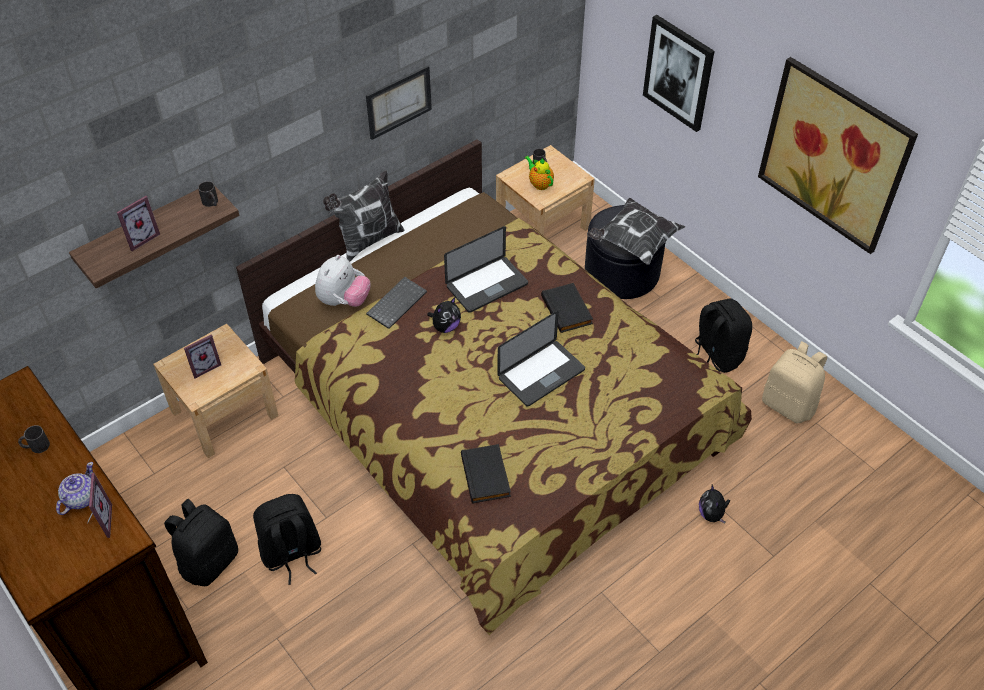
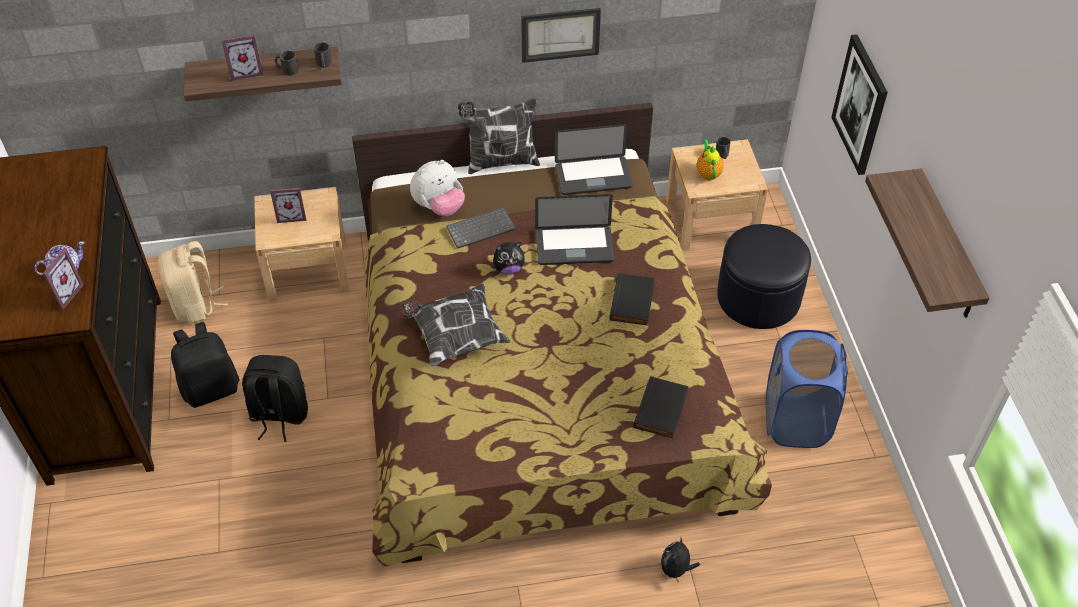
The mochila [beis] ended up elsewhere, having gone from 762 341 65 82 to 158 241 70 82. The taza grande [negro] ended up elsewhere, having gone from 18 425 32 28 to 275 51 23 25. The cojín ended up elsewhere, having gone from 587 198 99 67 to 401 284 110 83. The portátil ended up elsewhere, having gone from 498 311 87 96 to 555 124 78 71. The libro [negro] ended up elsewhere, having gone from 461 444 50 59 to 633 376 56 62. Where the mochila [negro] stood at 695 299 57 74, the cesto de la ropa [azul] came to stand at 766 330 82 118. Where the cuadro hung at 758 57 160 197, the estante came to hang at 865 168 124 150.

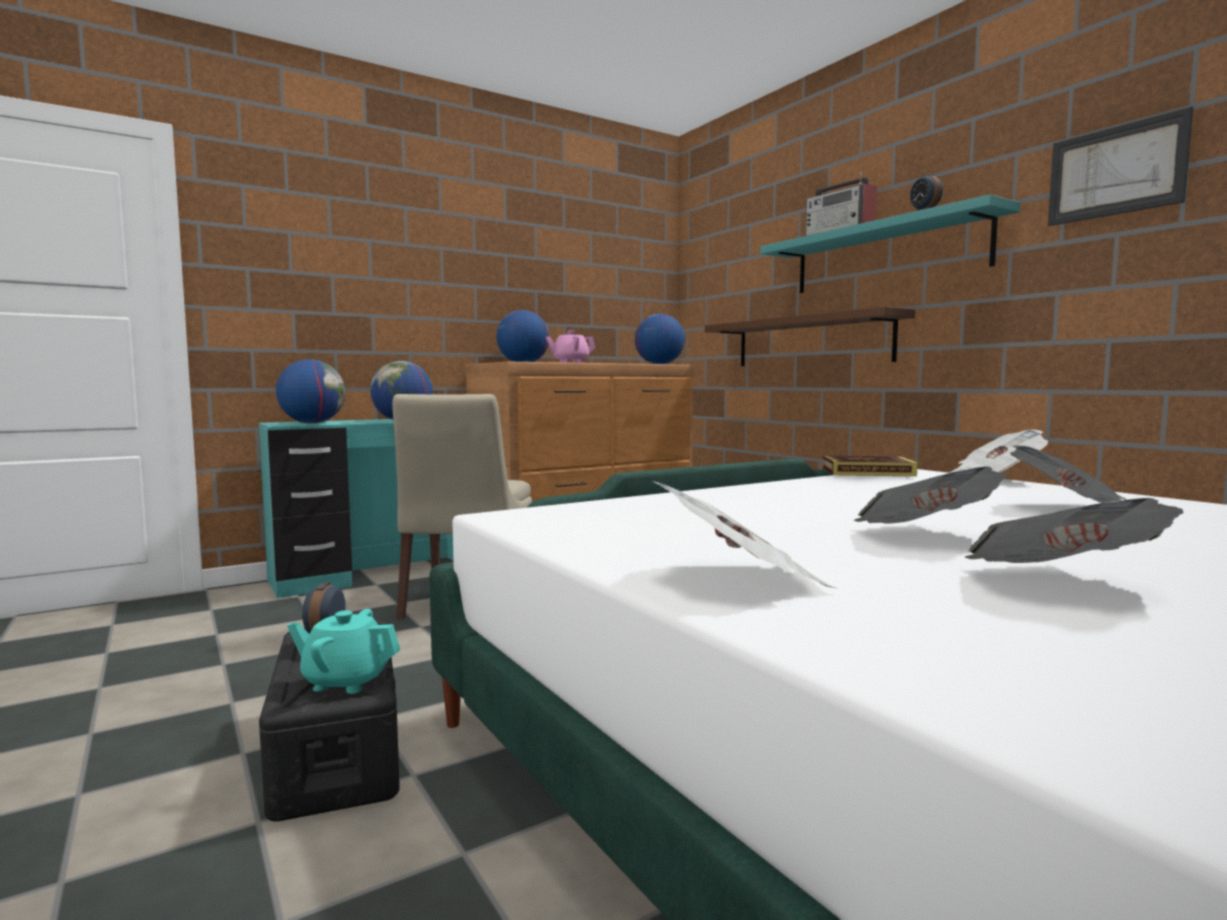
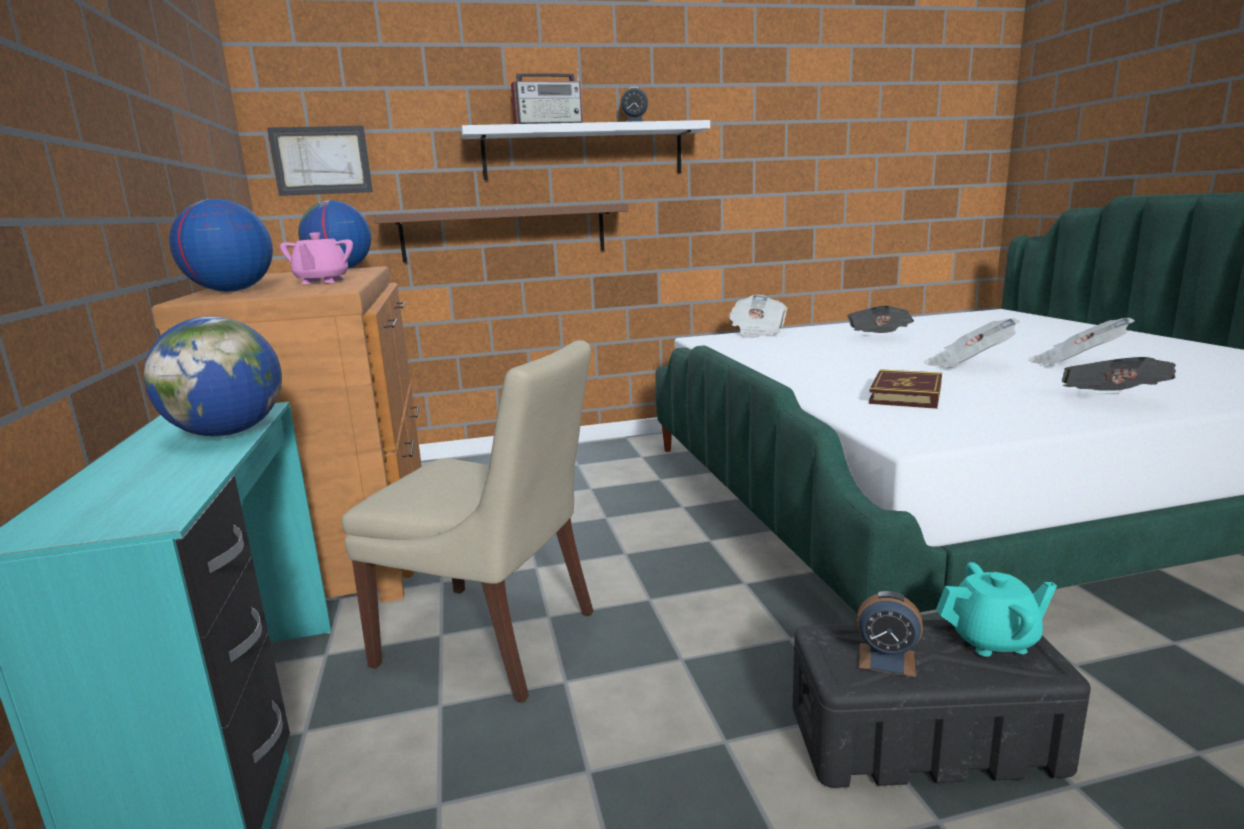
The cuadro ended up elsewhere, having gone from 1048 107 145 119 to 267 126 106 70. What was the estante [turquesa] at 760 194 260 99 turned into the estante [blanco] at 461 120 249 60. The libro ended up elsewhere, having gone from 823 456 95 20 to 869 369 73 40. The tetera [turquesa] at 287 609 113 85 ended up facing another way, 120 degrees counterclockwise from before. The second view lost the globo terráqueo at 276 359 69 65.

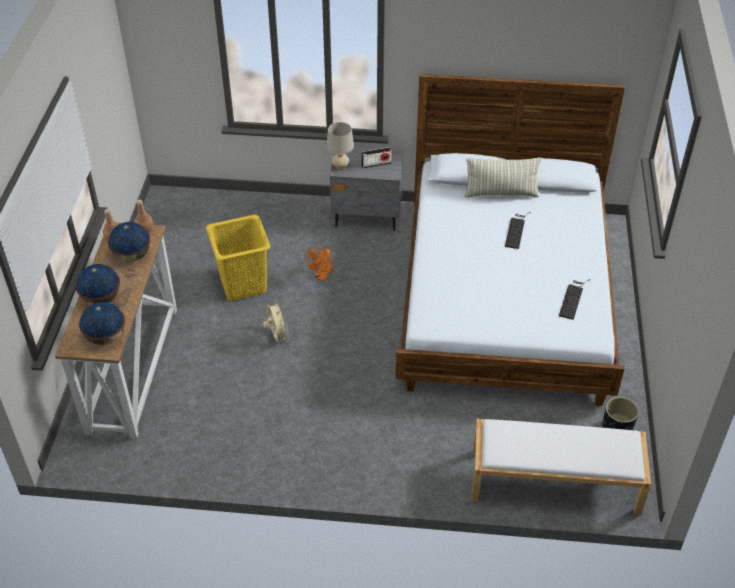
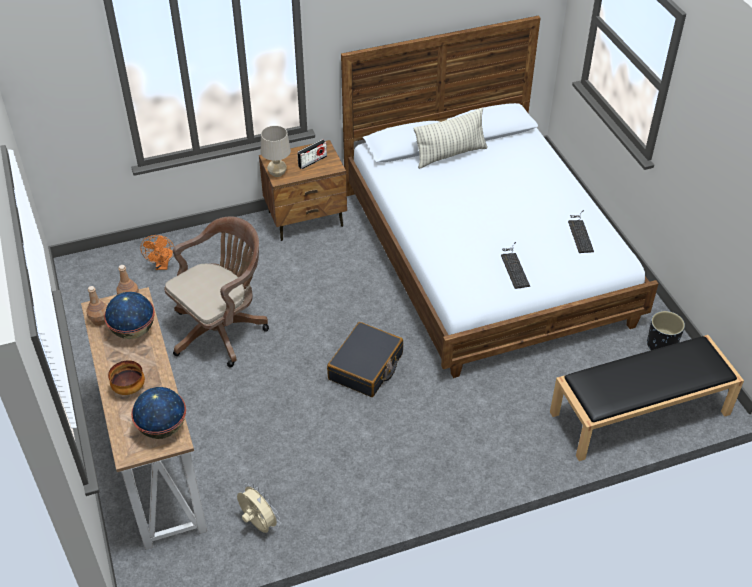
Where the globo terráqueo stood at 76 264 44 40, the cuenco came to stand at 108 360 37 35. The ventilador [naranja] ended up elsewhere, having gone from 305 247 29 34 to 141 235 33 35. Where the cesto de la ropa [amarillo] stood at 206 215 64 86, the silla de oficina [marrón] came to stand at 164 216 105 151. The ventilador [beis] ended up elsewhere, having gone from 263 301 26 41 to 237 483 44 50. What was the mesita de noche [gris] at 330 147 74 84 turned into the mesita de noche [marrón] at 259 140 88 101. The second view gained the maleta [negro] at 327 322 76 75. The teclado ended up elsewhere, having gone from 505 212 26 37 to 501 242 29 47. What was the banco [blanco] at 471 419 180 96 turned into the banco [negro] at 550 335 194 126.

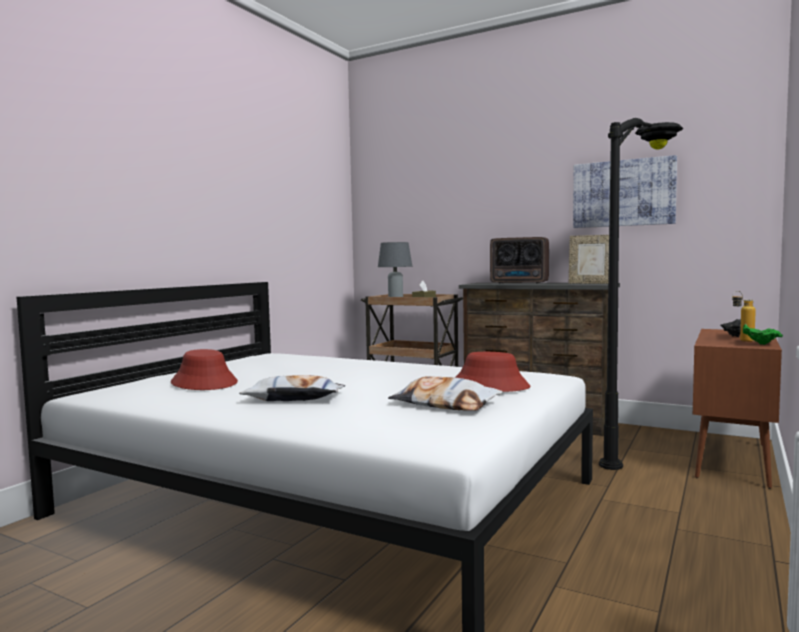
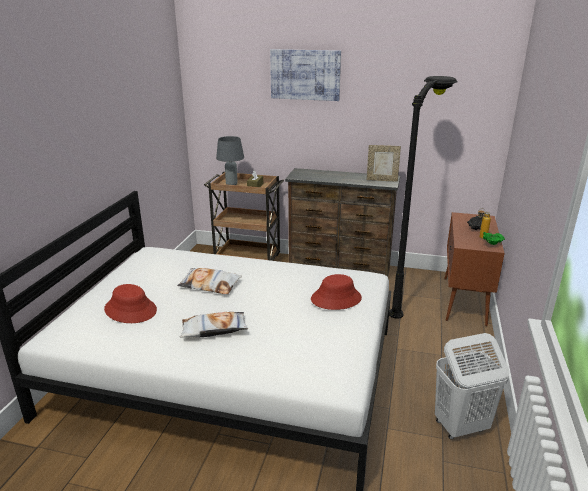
The cojín ended up elsewhere, having gone from 388 376 115 35 to 177 268 65 26. The cuadro ended up elsewhere, having gone from 573 155 104 73 to 270 49 71 52. The second view gained the cesto de la ropa [blanco] at 435 333 74 106. The second view lost the radio at 490 237 59 47.

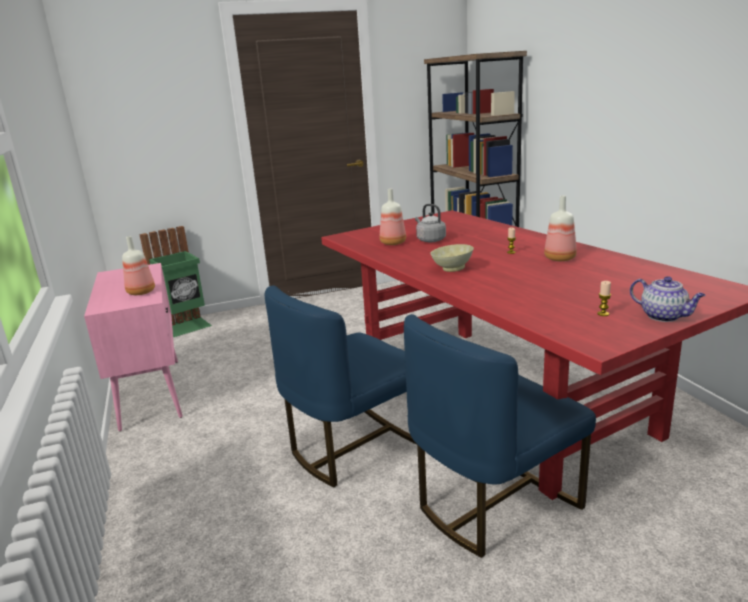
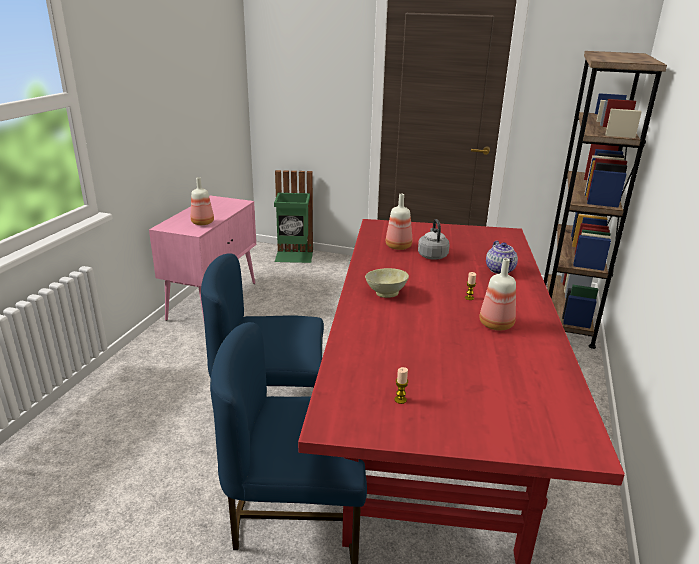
The tetera ended up elsewhere, having gone from 630 276 76 46 to 486 241 32 33.

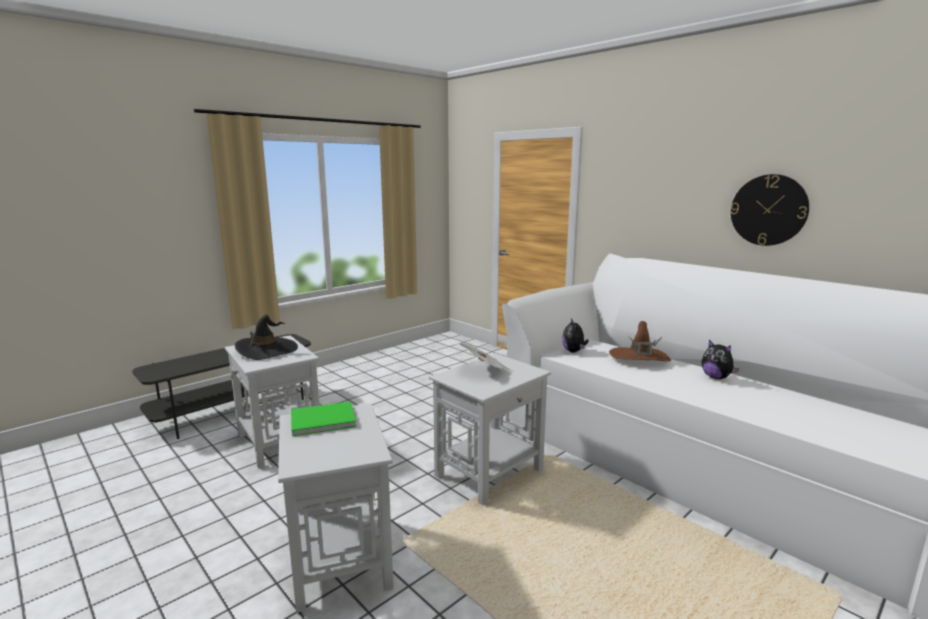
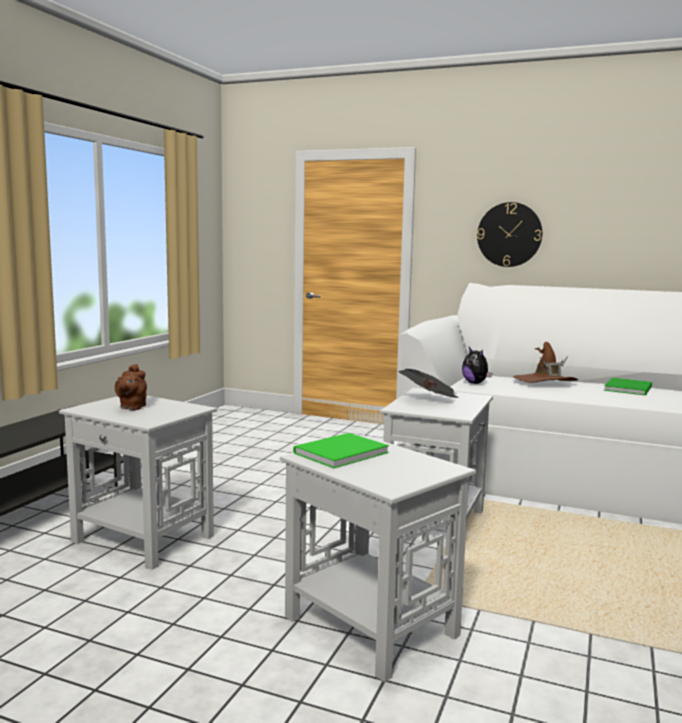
Where the sombrero [negro] stood at 235 314 63 46, the tetera [marrón] came to stand at 115 364 32 46. The reloj de pared ended up elsewhere, having gone from 730 174 79 72 to 477 202 65 65. Where the peluche stood at 701 340 38 39, the libro [verde] came to stand at 604 378 48 17.

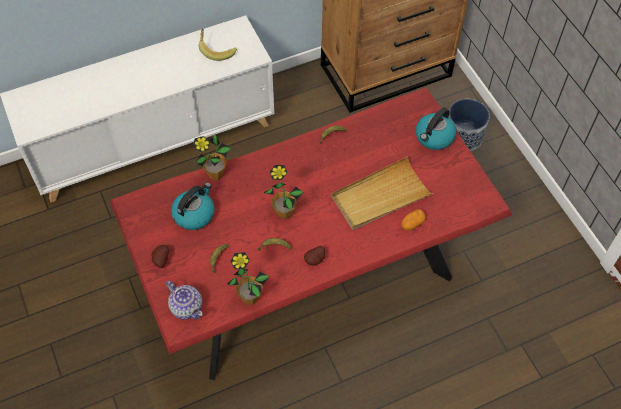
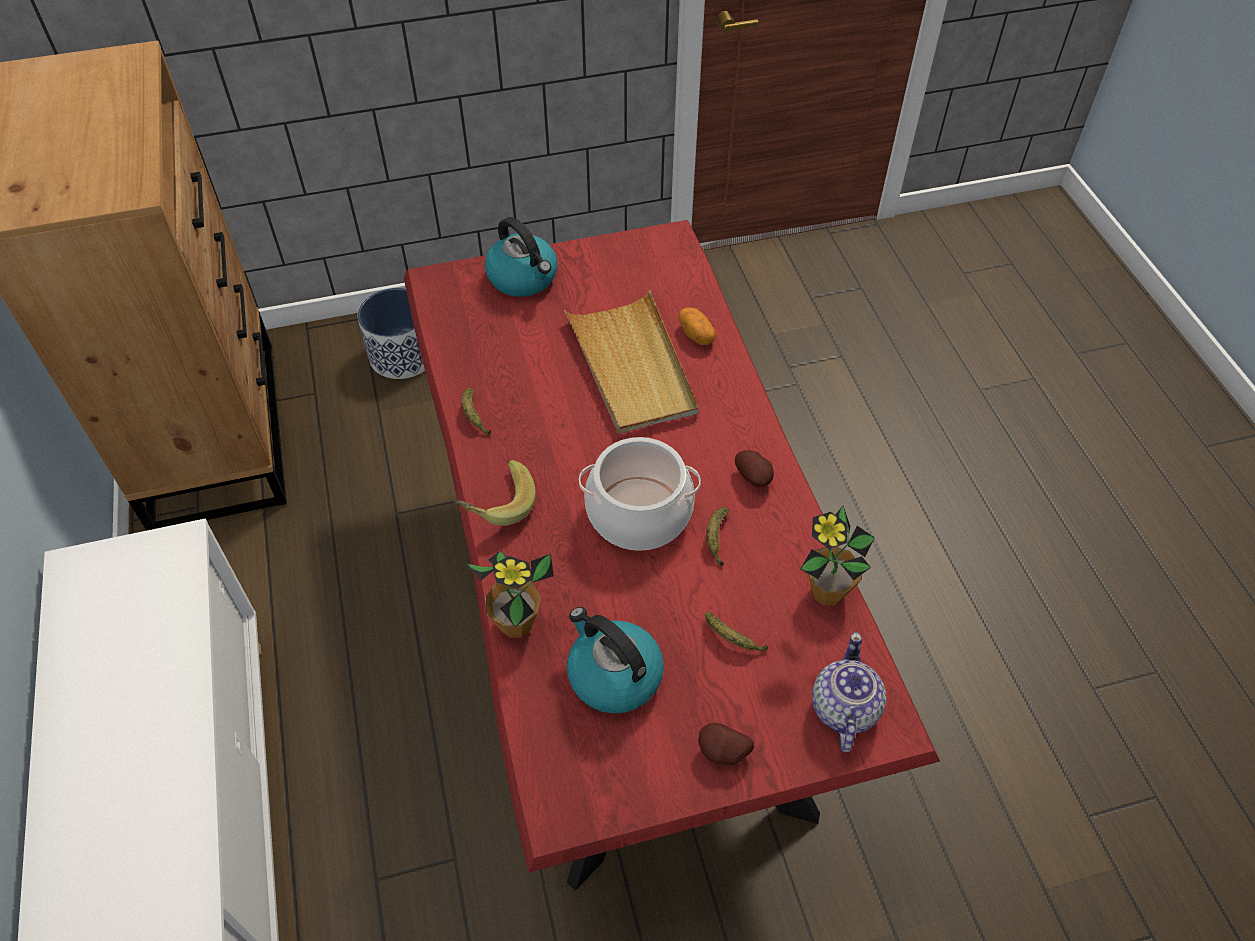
The plátano ended up elsewhere, having gone from 199 28 38 33 to 455 460 80 66. Where the planta en maceta stood at 264 165 39 54, the olla came to stand at 579 437 122 114. The tetera at 166 281 37 39 ended up facing another way, 45 degrees counterclockwise from before.

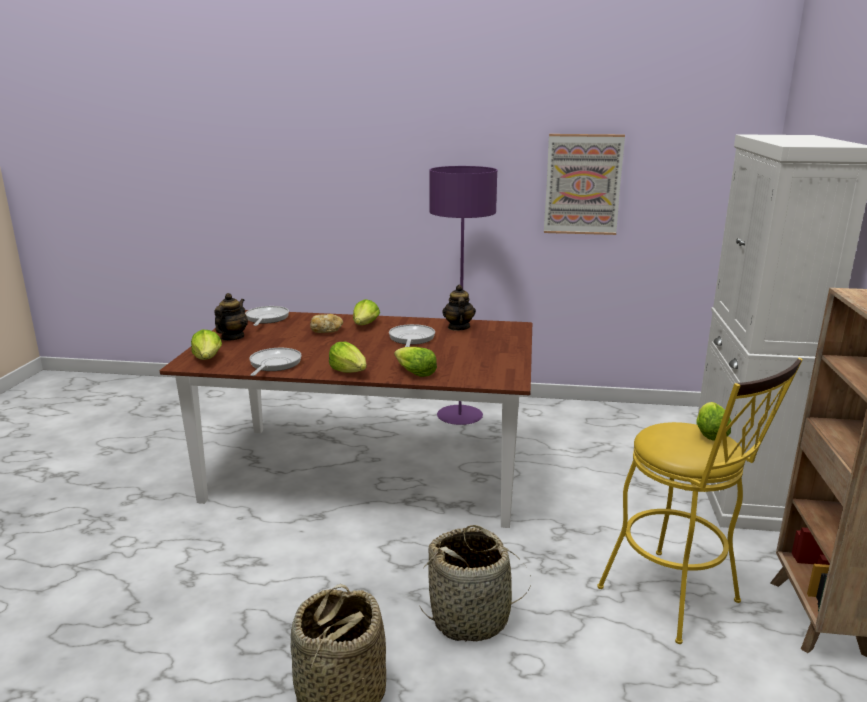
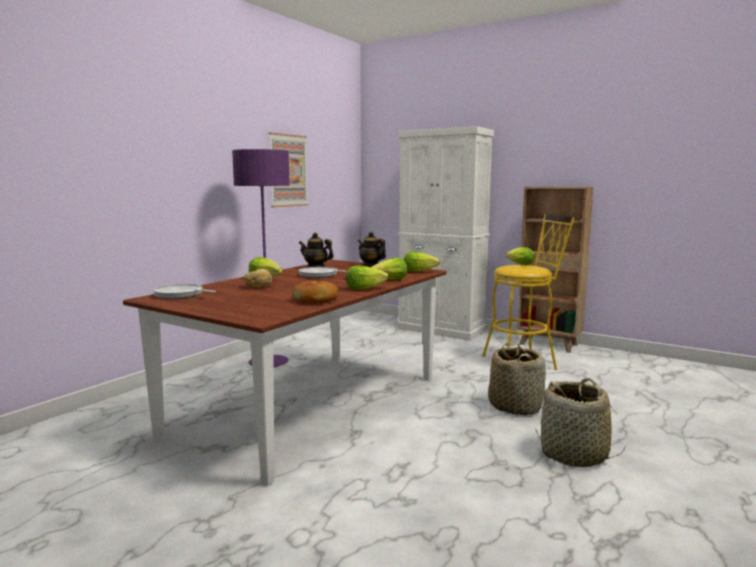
Where the sartén stood at 249 348 53 28, the pan came to stand at 292 281 46 22. The tetera ended up elsewhere, having gone from 214 293 34 48 to 358 232 28 35. The lechuga ended up elsewhere, having gone from 191 329 31 31 to 404 252 36 20.

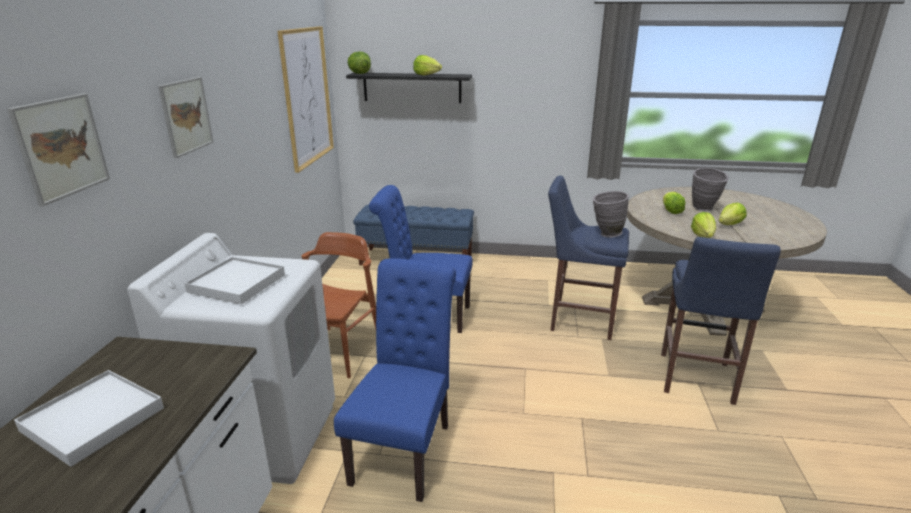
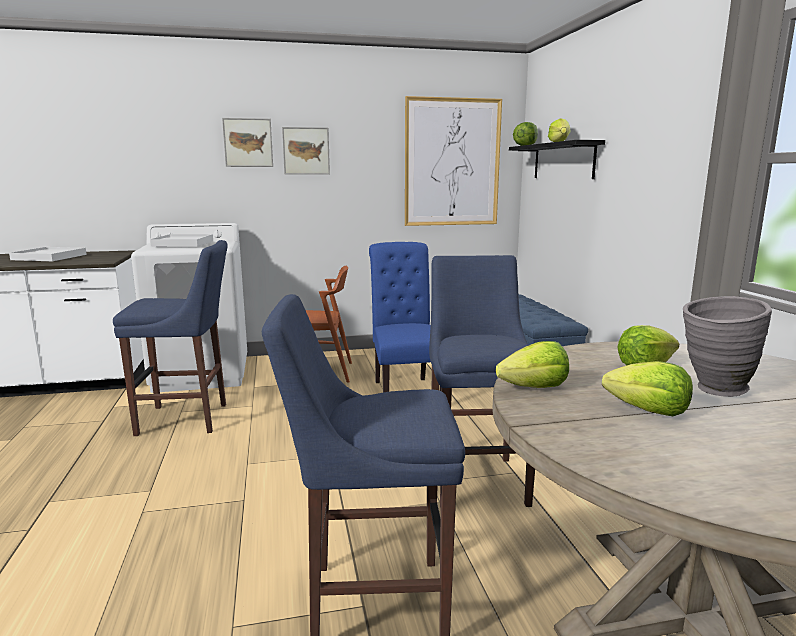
Where the silla [azul] stood at 334 258 122 244, the taburete [azul] came to stand at 113 240 115 196. The cuadro ended up elsewhere, having gone from 7 94 103 112 to 282 127 48 48. The second view lost the florero [gris] at 593 191 36 47.

